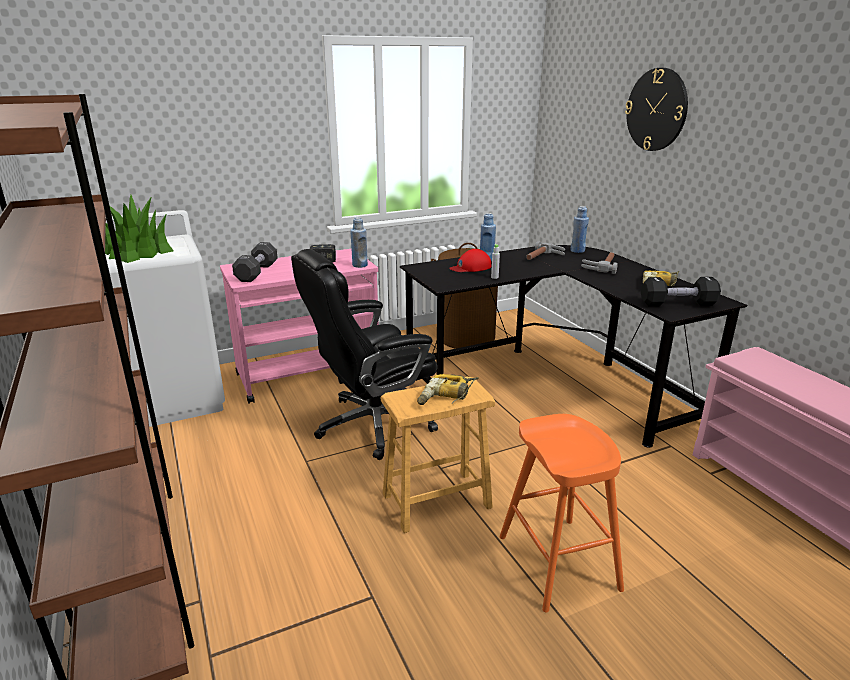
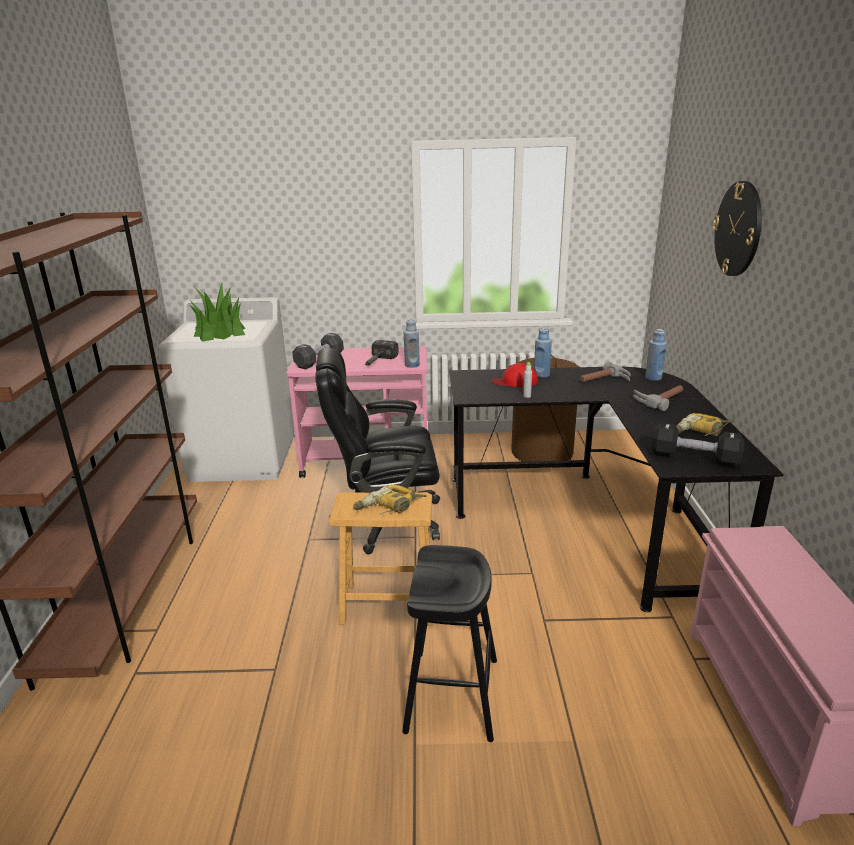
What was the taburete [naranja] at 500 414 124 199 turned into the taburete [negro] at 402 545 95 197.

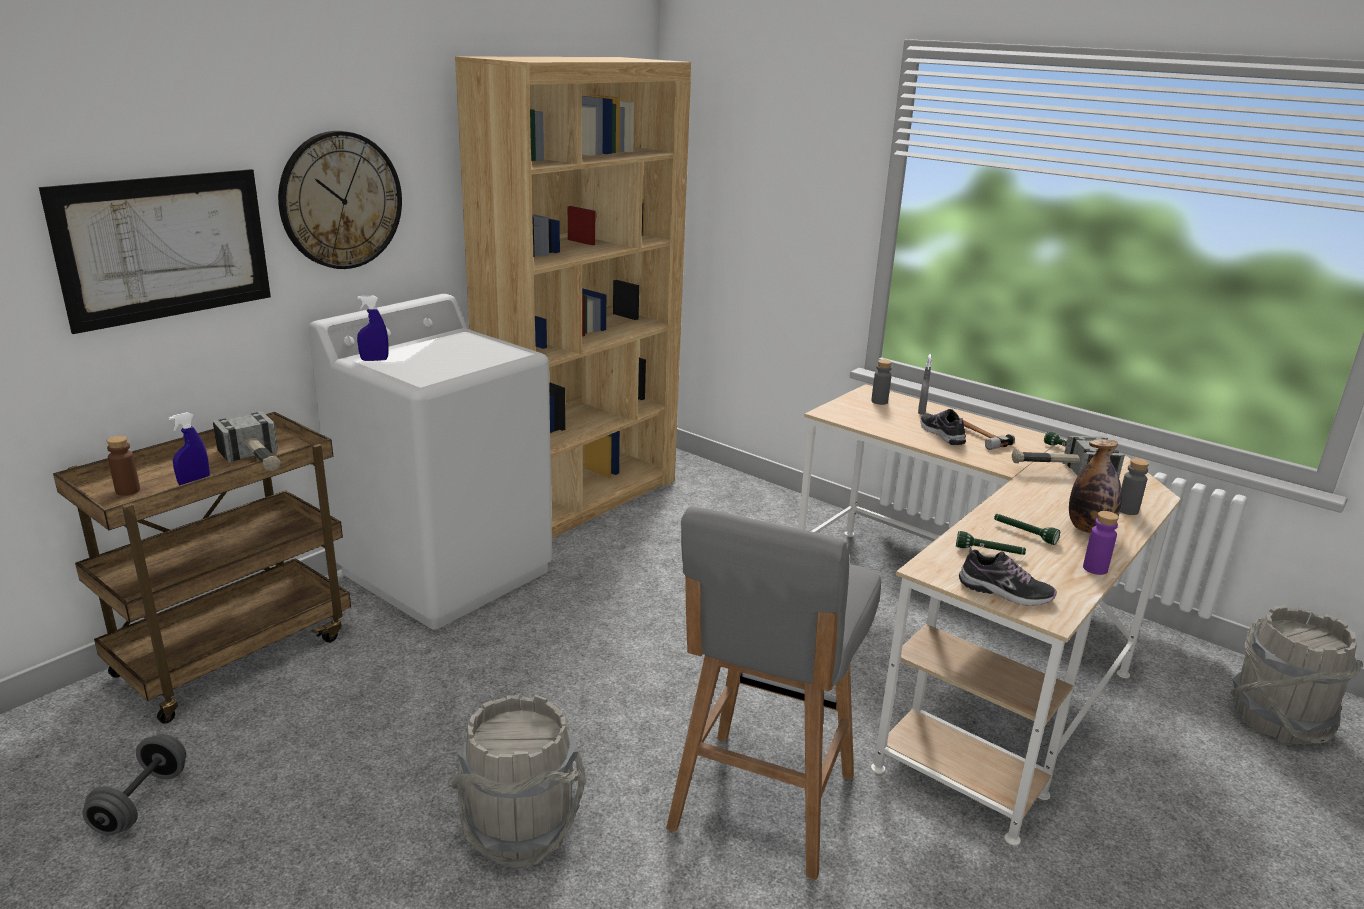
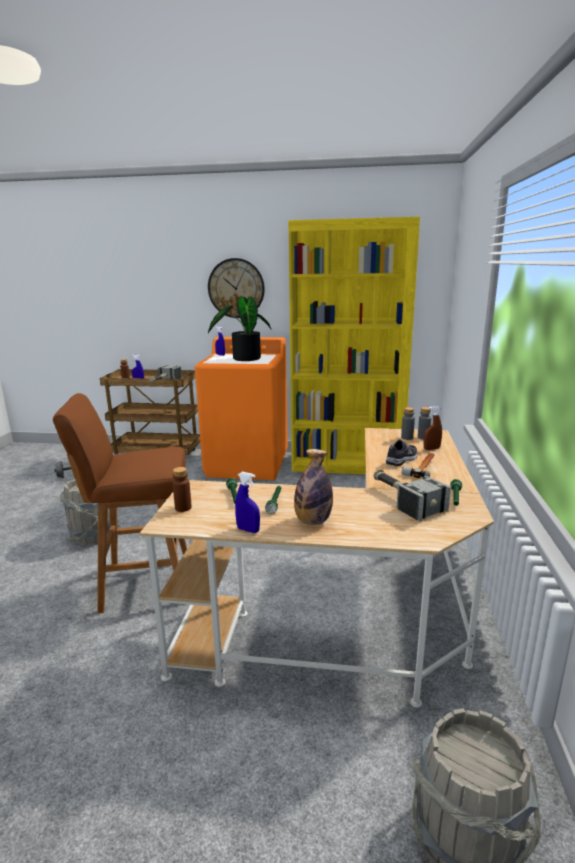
What was the taburete [gris] at 666 507 215 373 turned into the taburete [marrón] at 53 393 134 220. Where the zapato stood at 959 546 98 60, the botella [marrón] came to stand at 172 467 20 45. What was the lavadora [blanco] at 309 294 243 336 turned into the lavadora [naranja] at 195 337 93 143. The second view gained the planta en maceta at 208 297 63 64. Where the botella [morado] stood at 1083 511 36 64, the pulverizador [azul] came to stand at 235 472 25 61. What was the estantería [marrón] at 455 56 236 482 turned into the estantería [amarillo] at 288 217 132 257. The botella [gris] ended up elsewhere, having gone from 1120 458 29 57 to 401 407 14 33. What was the pulverizador [gris] at 918 354 14 61 turned into the pulverizador [marrón] at 424 406 18 44. The second view lost the cuadro at 39 169 232 165.

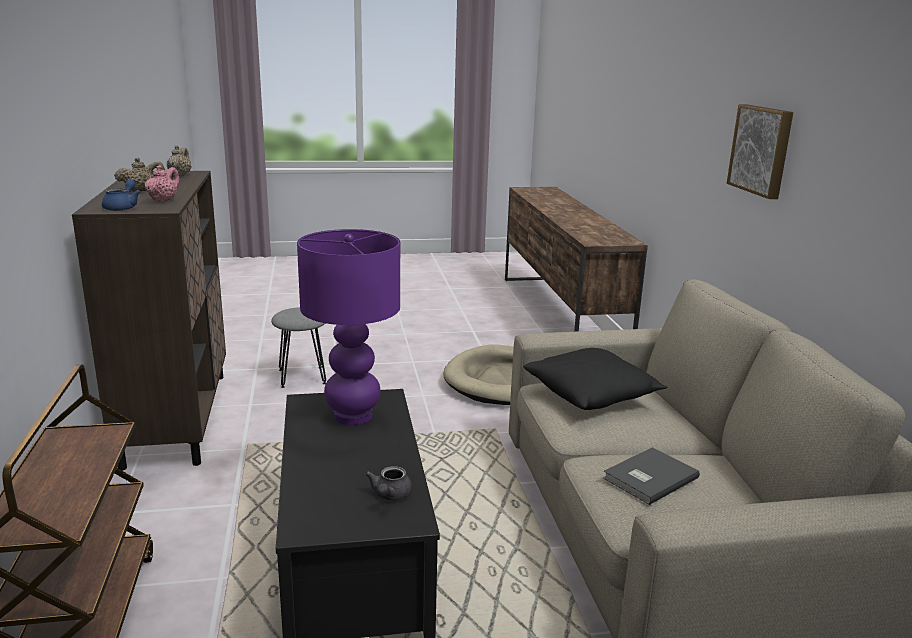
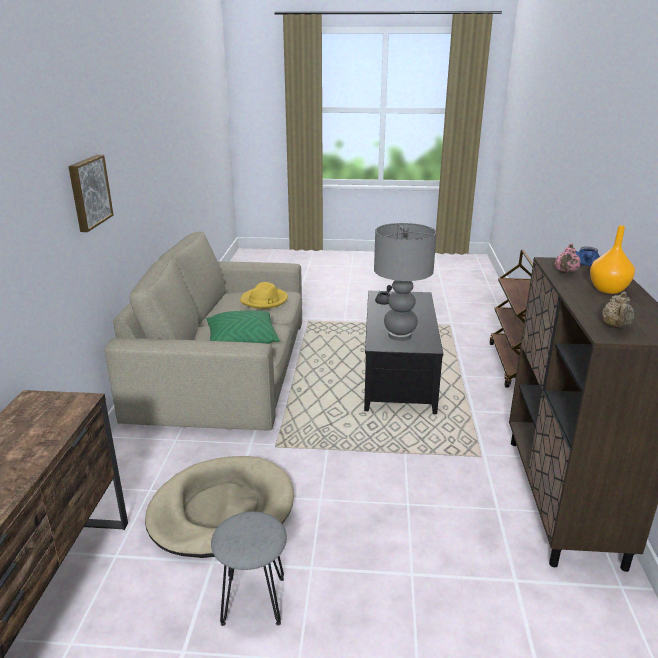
What was the cojín [negro] at 523 348 144 62 turned into the cojín [verde] at 206 311 74 33. The taburete [gris] ended up elsewhere, having gone from 271 307 55 81 to 211 511 76 115. Where the libro [gris] stood at 603 447 97 58, the sombrero [amarillo] came to stand at 240 282 48 27. What was the lámpara de mesa [morado] at 297 229 103 196 turned into the lámpara de mesa [gris] at 374 223 63 118. Where the tetera [beis] stood at 114 157 51 35, the florero [naranja] came to stand at 590 225 45 69.

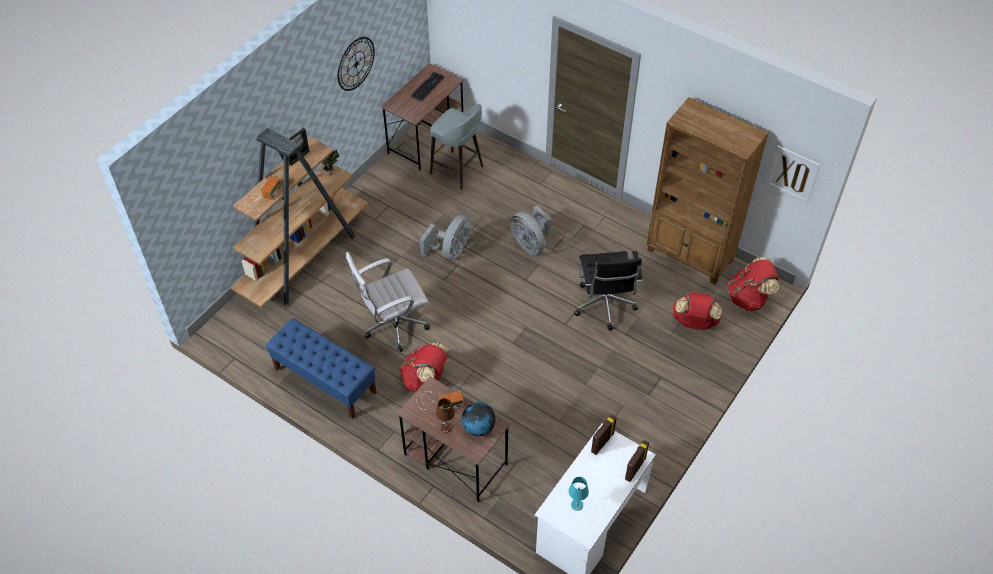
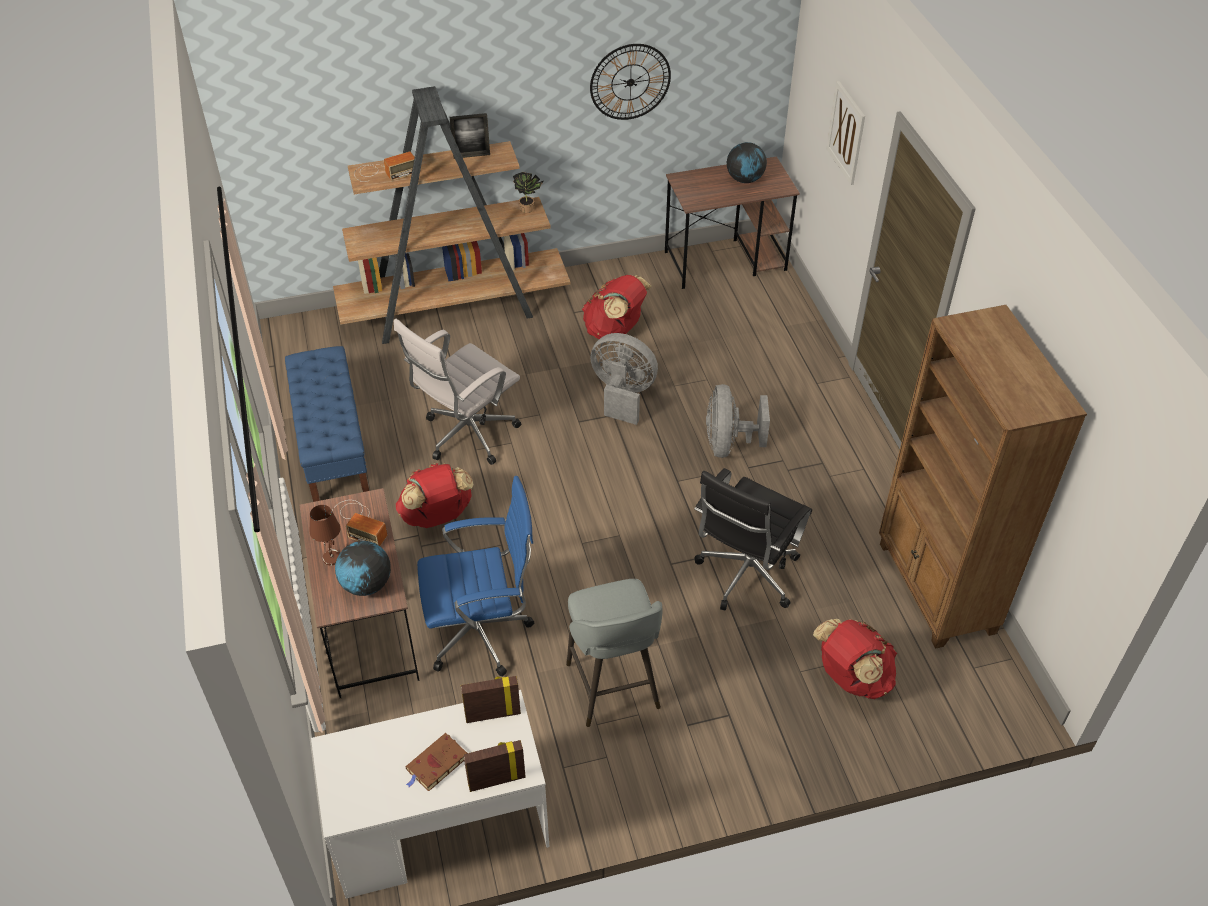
The silla de oficina [blanco] at 346 252 84 100 ended up facing another way, 60 degrees counterclockwise from before. The second view gained the libro [marrón] at 405 733 62 58. The second view gained the silla de oficina [azul] at 417 476 117 201. The taburete [gris] ended up elsewhere, having gone from 430 104 54 86 to 566 579 96 148. The mochila [rojo] ended up elsewhere, having gone from 728 257 51 54 to 582 275 69 64. The ventilador [gris] at 420 215 51 45 ended up facing another way, 135 degrees counterclockwise from before. Where the teclado stood at 411 72 33 29, the globo terráqueo came to stand at 727 142 40 41. The cuadro ended up elsewhere, having gone from 766 145 55 58 to 827 81 38 104. The second view lost the lámpara de mesa [turquesa] at 569 477 20 34.

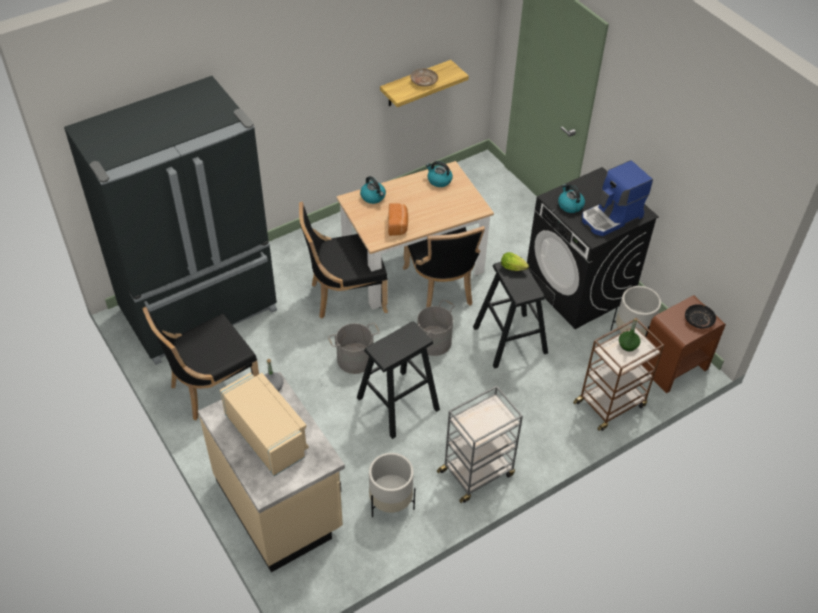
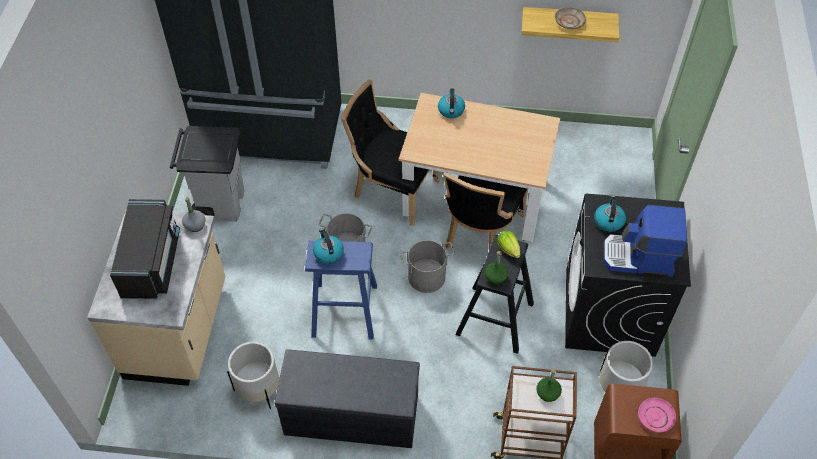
What was the microondas [beis] at 220 373 89 103 turned into the microondas [negro] at 110 199 70 100. Where the silla [negro] stood at 142 307 117 114, the papelera [gris] came to stand at 170 126 74 96. Where the carrito [gris] stood at 437 385 86 118, the banco [gris] came to stand at 275 349 145 99. What was the taburete [negro] at 357 322 83 117 turned into the taburete [azul] at 305 240 72 100. The hervidor ended up elsewhere, having gone from 426 161 27 26 to 313 228 31 36. The second view gained the botella [verde] at 485 251 23 33. What was the plato [negro] at 685 304 31 24 turned into the plato [rosa] at 638 398 38 34. The second view lost the pan at 388 203 20 33.

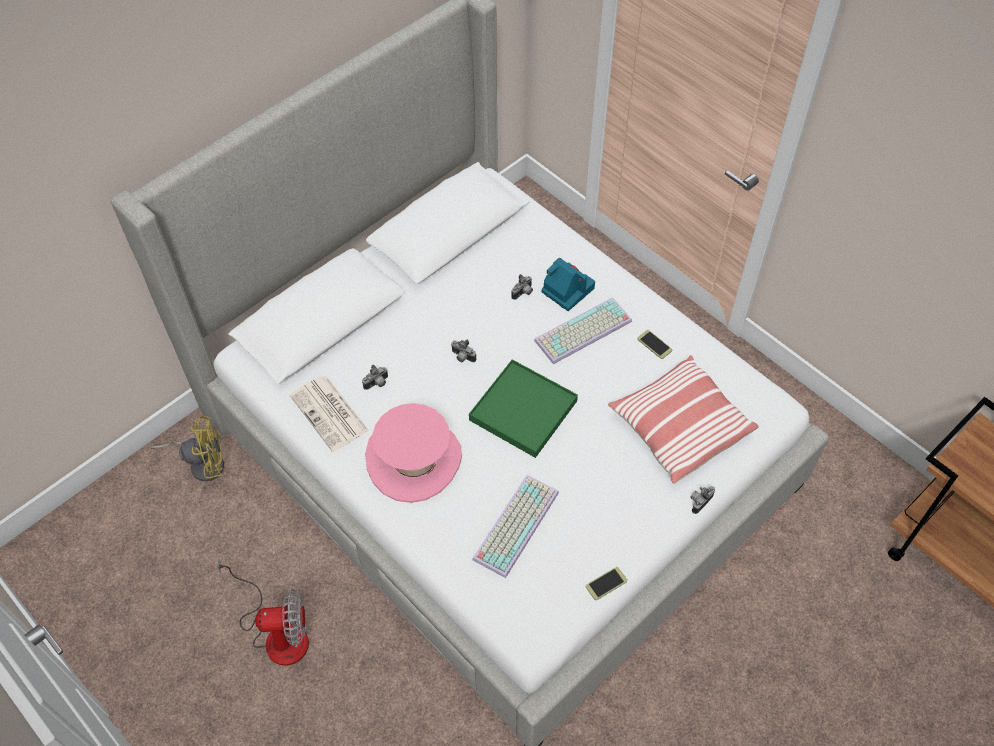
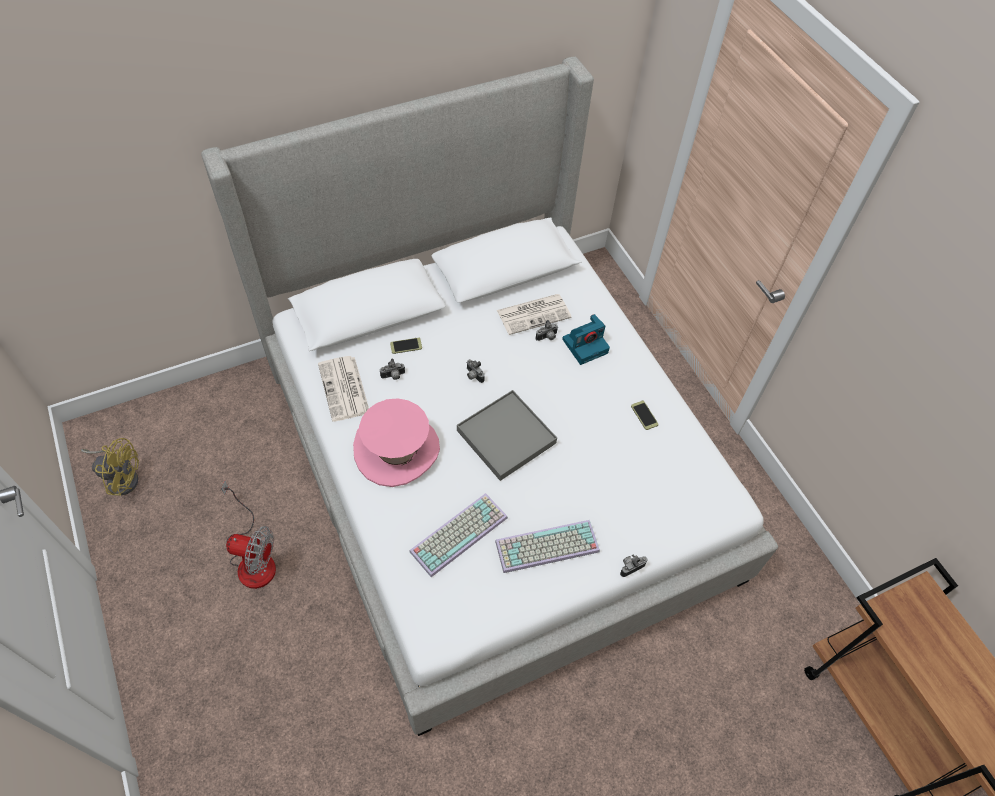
The ventilador [amarillo] ended up elsewhere, having gone from 149 416 75 66 to 81 438 58 58. The móvil ended up elsewhere, having gone from 586 567 41 33 to 390 337 32 17. What was the bandeja [verde] at 469 359 109 99 turned into the bandeja [gris] at 457 390 100 91. The teclado ended up elsewhere, having gone from 534 297 98 67 to 495 520 105 53. The second view gained the periódico at 497 294 74 41. The cámara at 542 258 53 53 ended up facing another way, 90 degrees clockwise from before. The second view lost the cojín at 608 355 151 129.

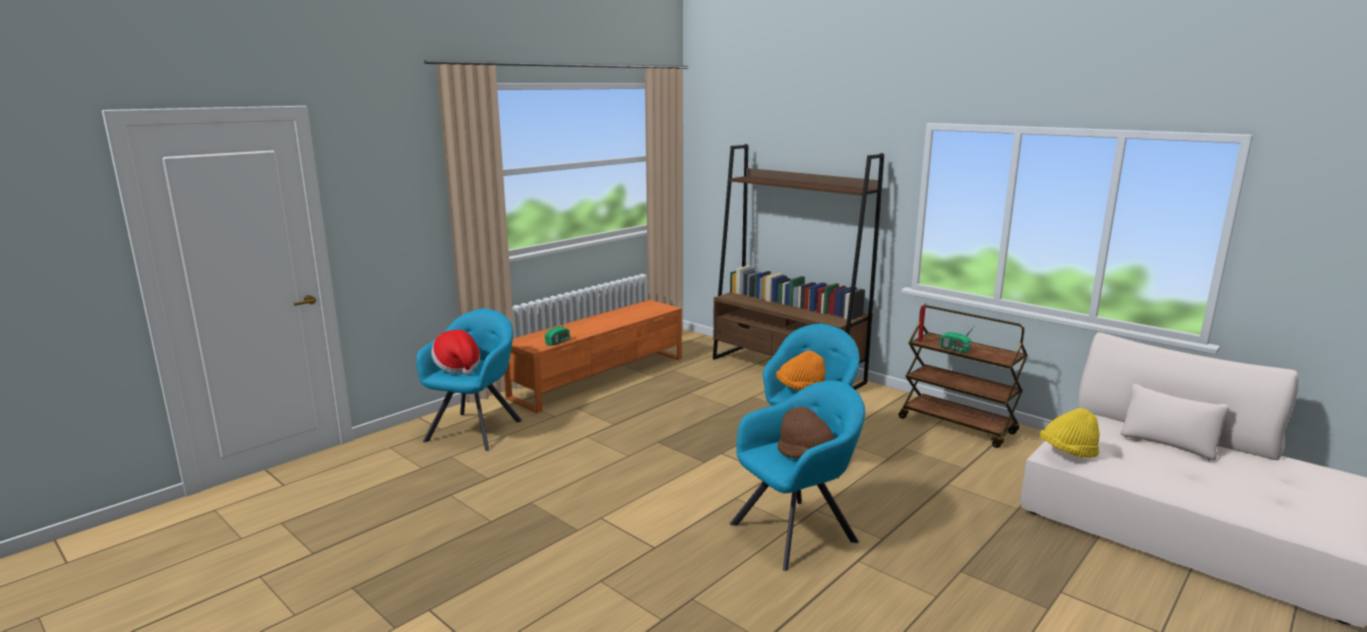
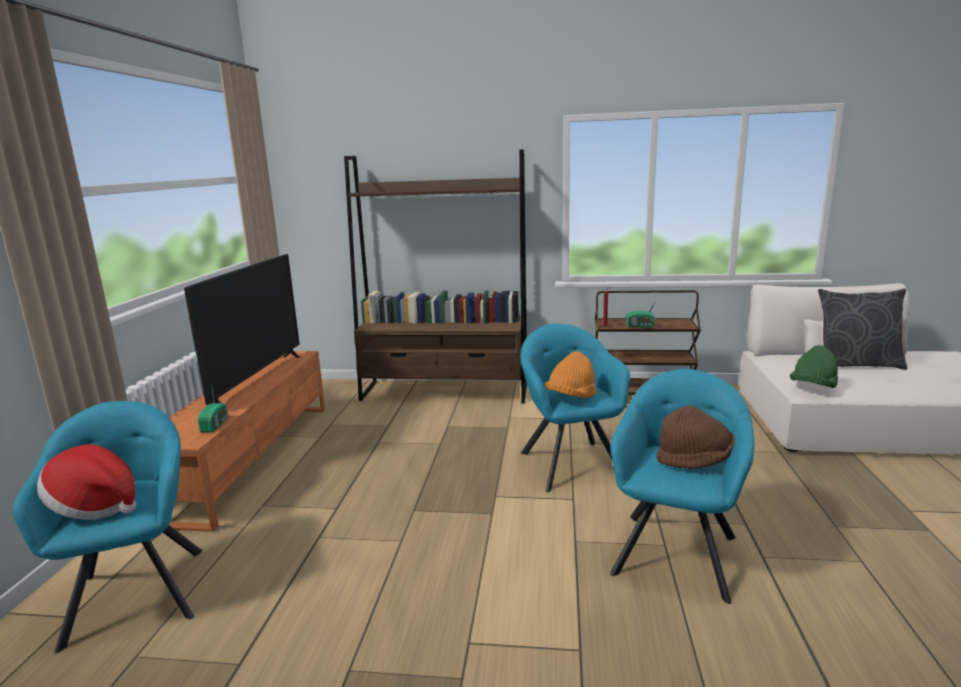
The second view gained the televisor at 184 254 117 152. What was the sombrero [amarillo] at 1040 408 60 50 turned into the sombrero [verde] at 790 345 48 43. The second view gained the cojín [gris] at 818 288 89 82.

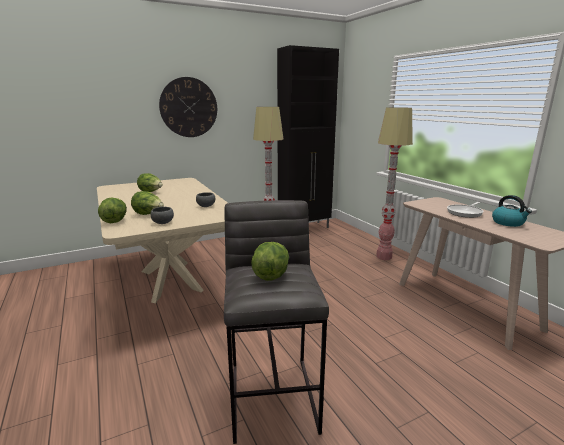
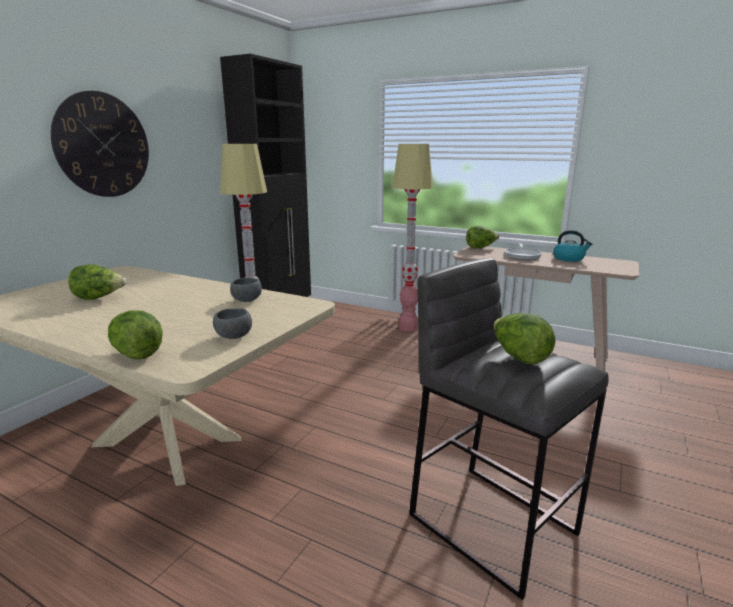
The lechuga ended up elsewhere, having gone from 131 191 33 24 to 466 226 33 23.

